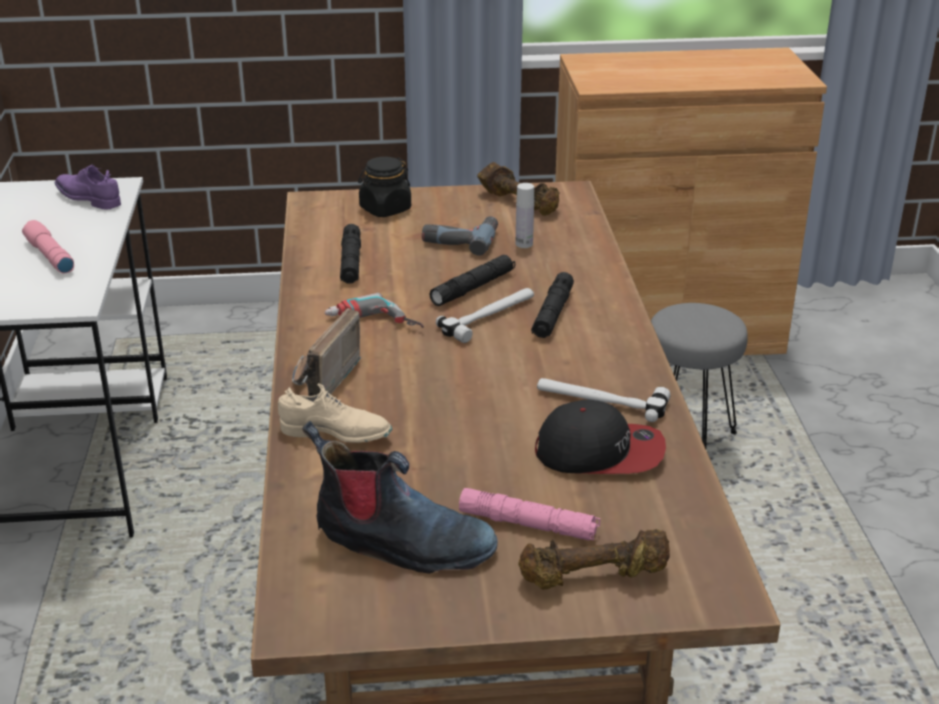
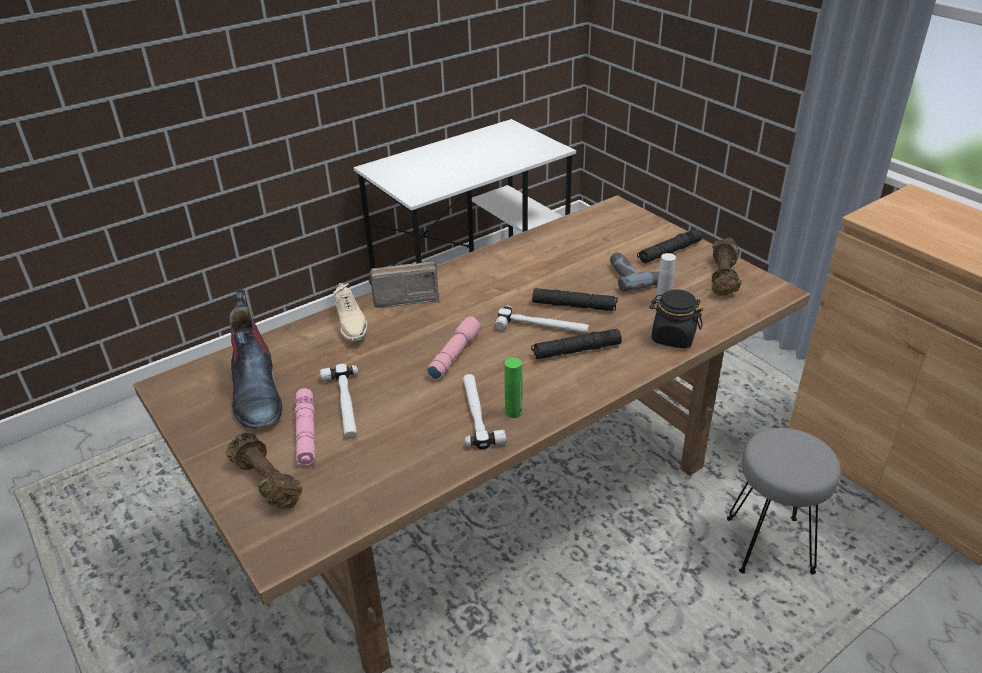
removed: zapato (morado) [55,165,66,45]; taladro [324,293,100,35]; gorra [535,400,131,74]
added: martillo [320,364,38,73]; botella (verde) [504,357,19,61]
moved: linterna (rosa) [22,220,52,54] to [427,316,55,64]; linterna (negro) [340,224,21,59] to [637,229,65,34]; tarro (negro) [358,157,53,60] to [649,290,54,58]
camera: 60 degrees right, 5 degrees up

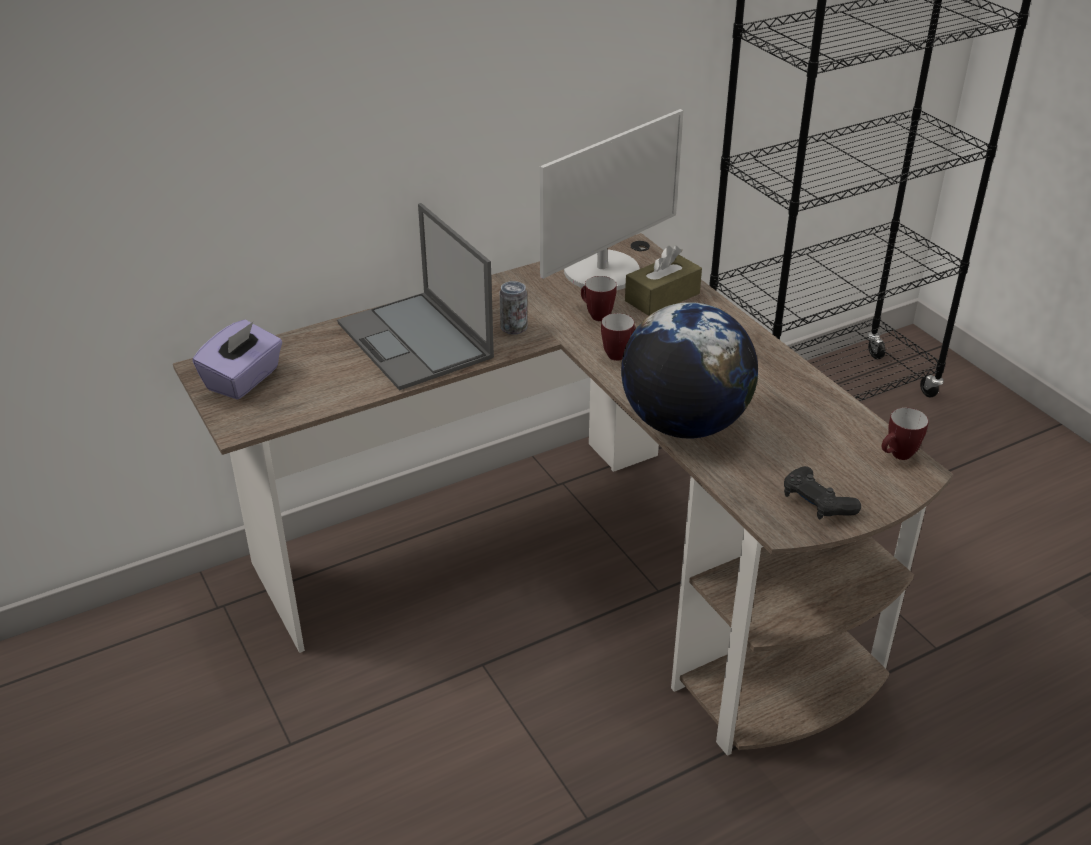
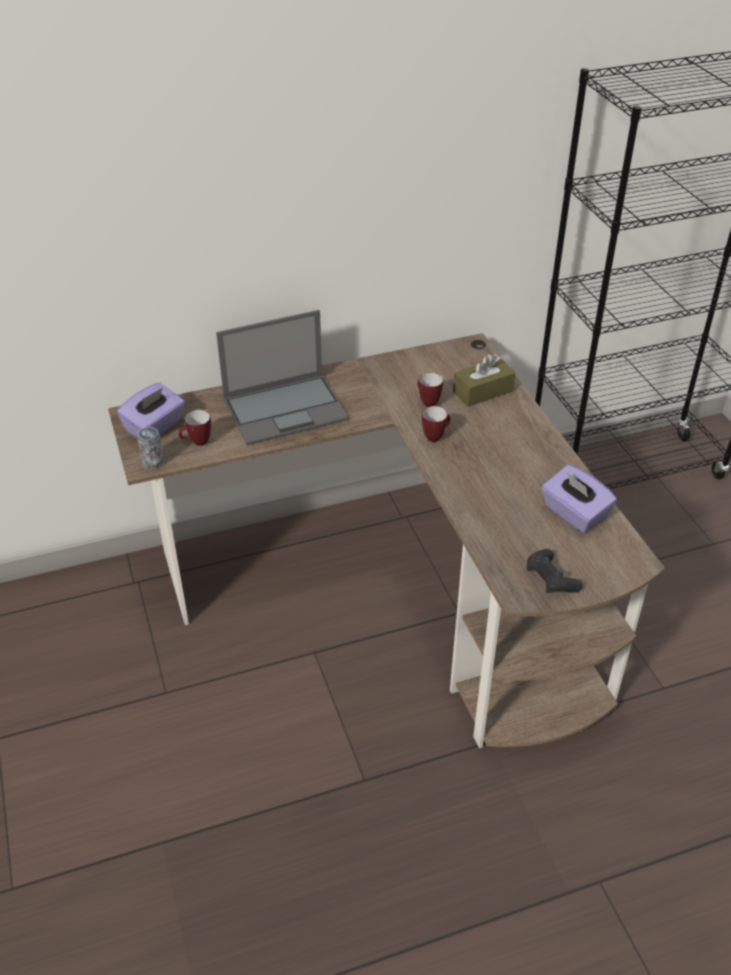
removed: monitor [540,109,144,181]; globo terráqueo [621,302,137,137]
added: caja de pañuelos (morado) [541,465,76,68]
moved: lata [500,281,27,54] to [137,427,27,42]; taza grande [882,408,47,52] to [179,410,32,36]
turned: portátil [337,203,157,188] = [216,310,133,136] 90 degrees counterclockwise
camera: 10 degrees right, 5 degrees up

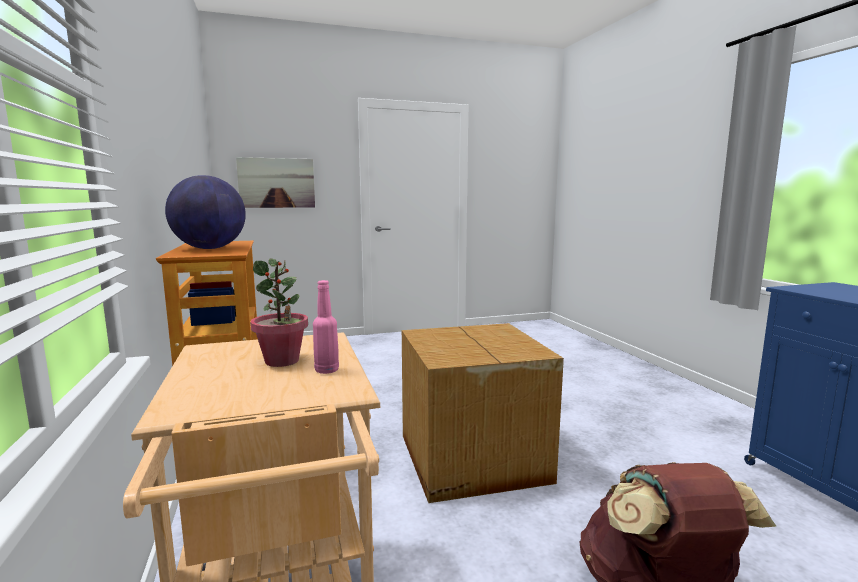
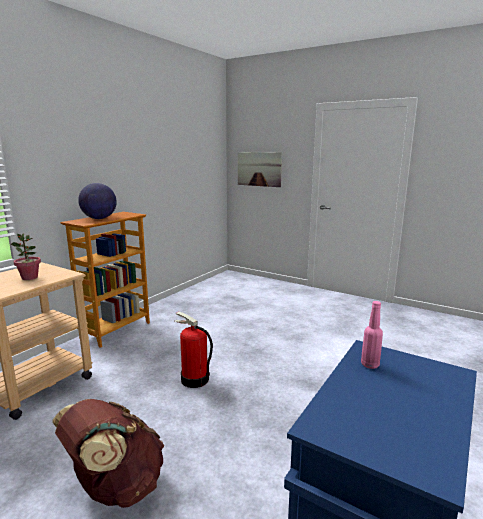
moved: botella (rosa) [313,280,26,94] to [361,301,22,68]
replaced: caja de cartón [402,323,162,180] to extintor [175,312,38,76]
camera: 50 degrees right, 5 degrees up

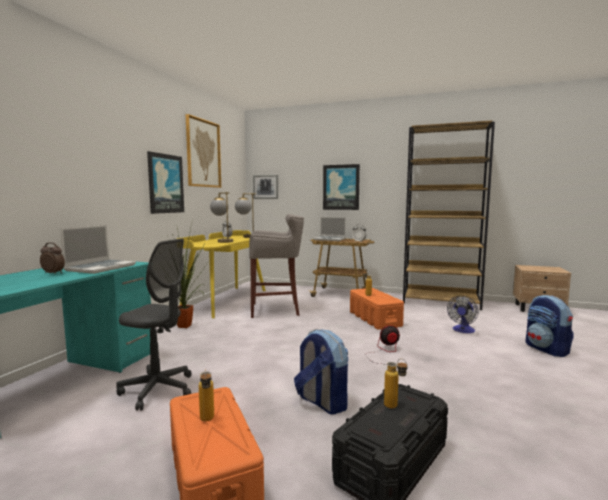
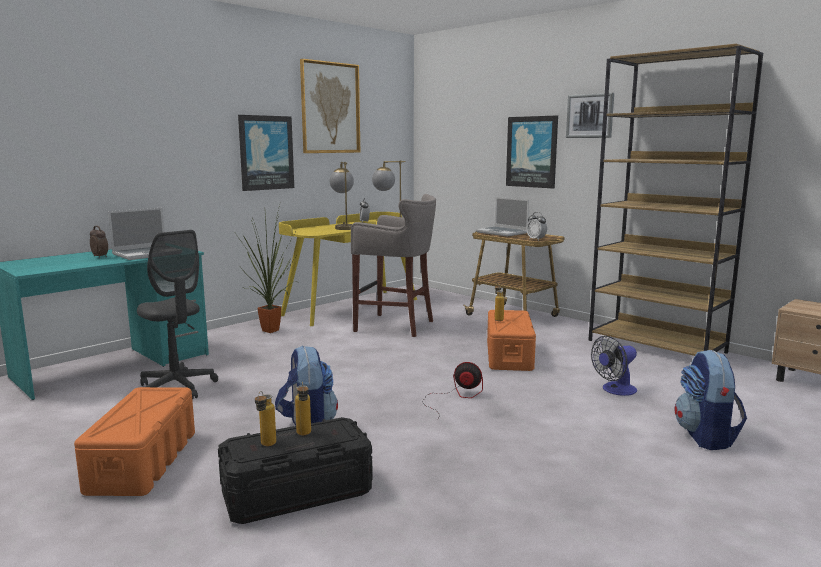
moved: botella [199,369,15,52] to [255,391,21,55]; cuadro [253,175,25,24] to [566,93,48,45]
camera: 25 degrees right, 5 degrees up

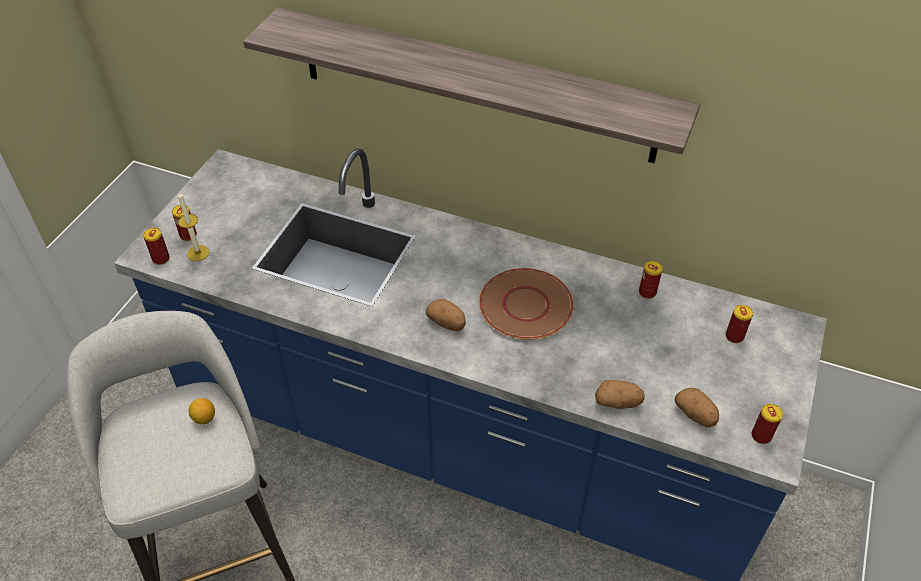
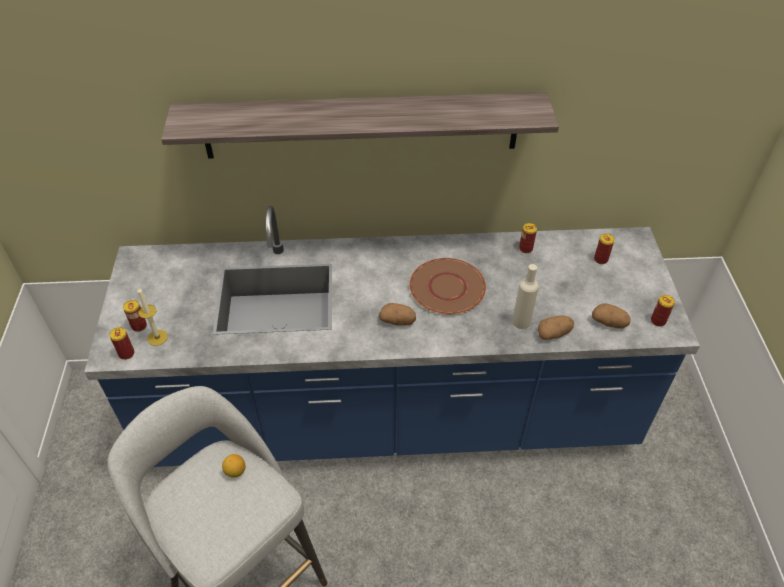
added: botella (beis) [512,264,27,65]
camera: 25 degrees left, 0 degrees up

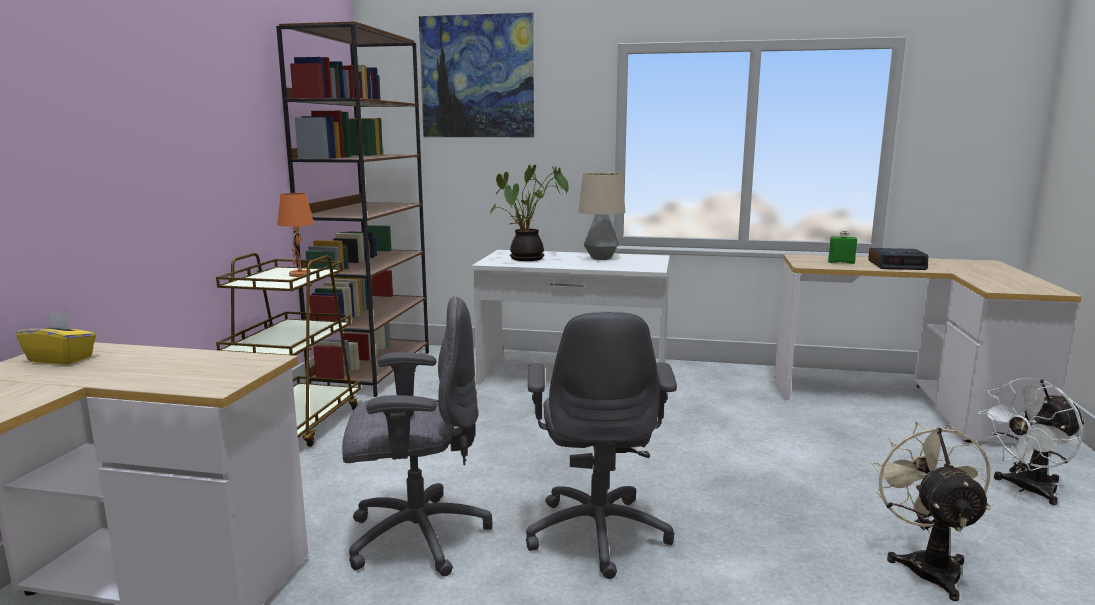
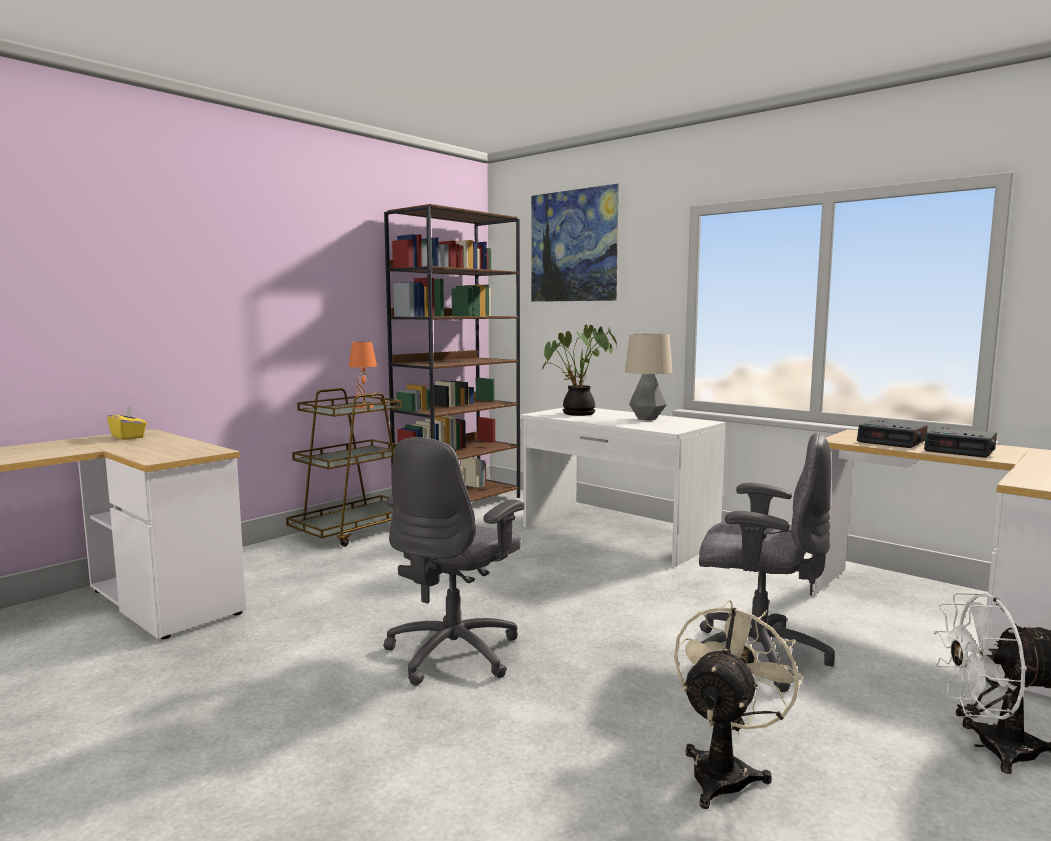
moved: silla de oficina (gris) [342,296,151,281] to [699,433,136,259]
replaced: botella (verde) [828,230,29,34] to despertador [857,420,71,28]
camera: 30 degrees right, 5 degrees down

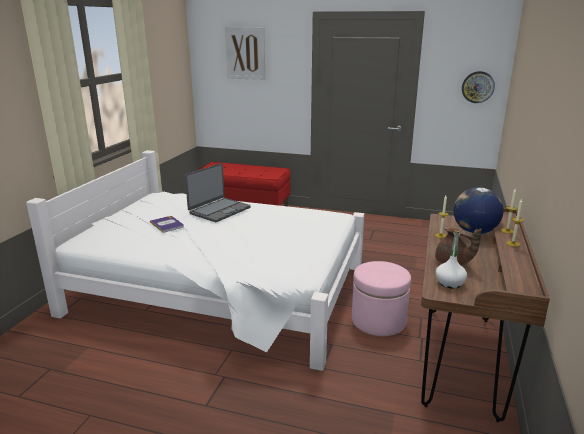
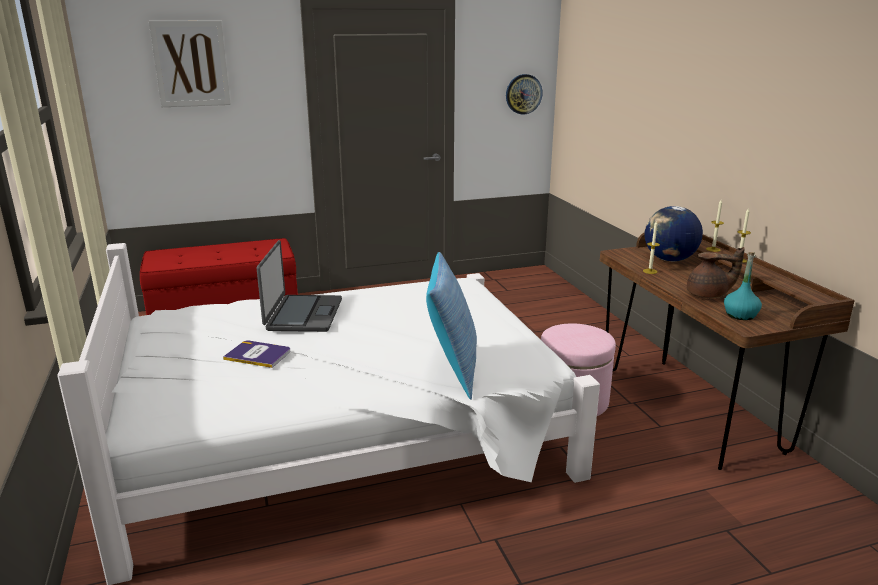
added: cojín [426,252,51,148]
recoloured: botella (blanco) [436,231,31,58] to botella (turquesa) [724,252,38,68]
camera: 35 degrees left, 0 degrees up

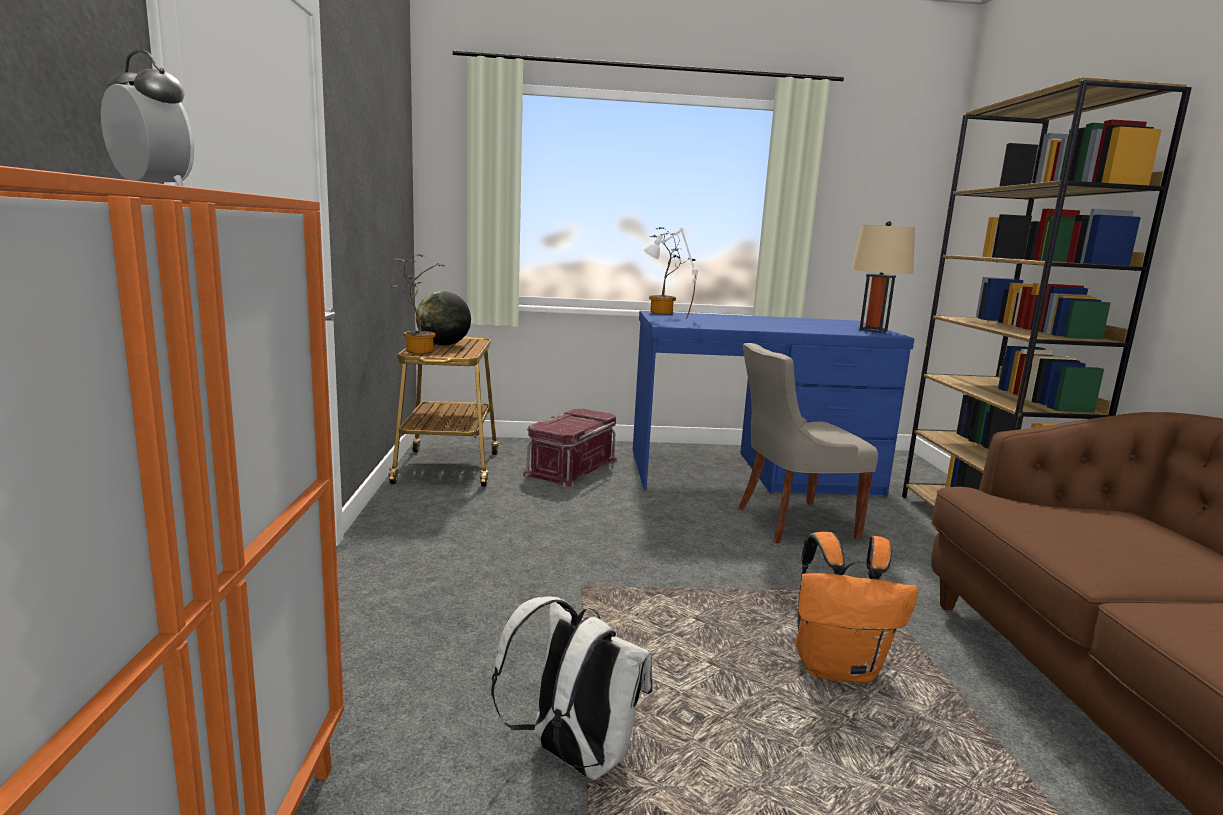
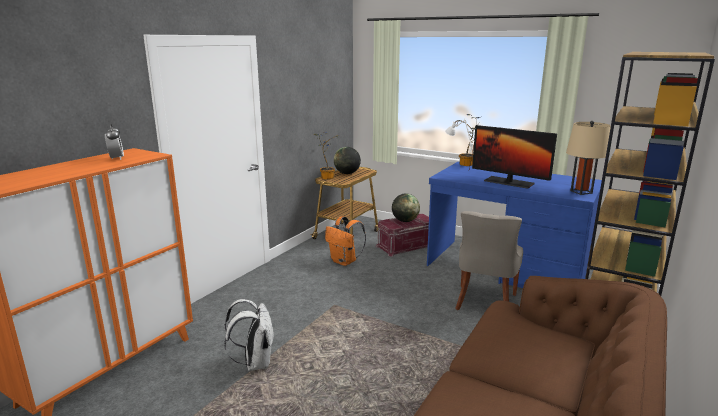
added: globo terráqueo [392,193,28,29]; monitor [472,125,85,64]
moved: mochila (naranja) [796,532,122,151] to [325,216,41,50]
turned: silla (gris) [738,343,140,200] = [455,211,68,99] 90 degrees counterclockwise
camera: 35 degrees right, 5 degrees up

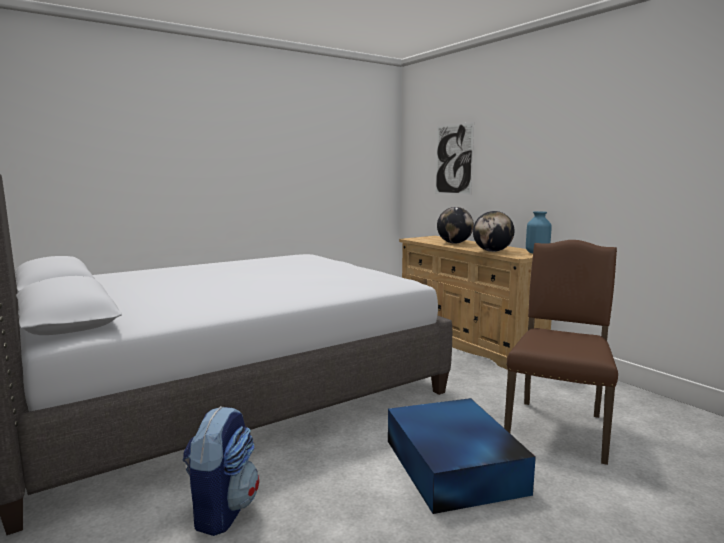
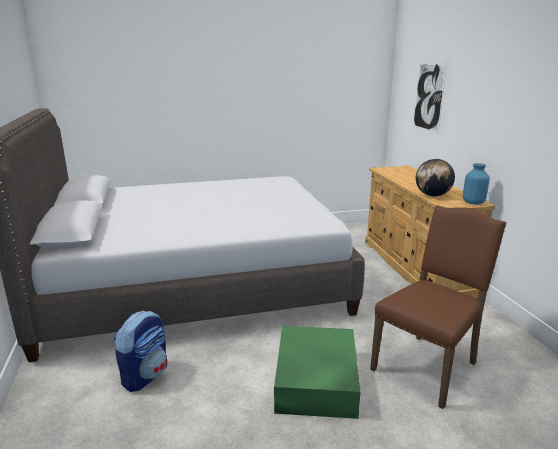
removed: globo terráqueo [437,207,37,37]
recoloured: caja de almacenaje (azul) [388,398,148,116] to caja de almacenaje (verde) [274,326,87,93]
camera: 20 degrees right, 10 degrees up

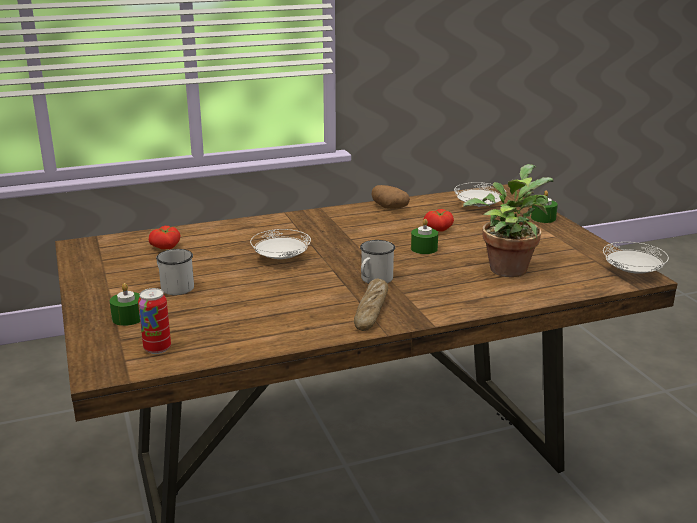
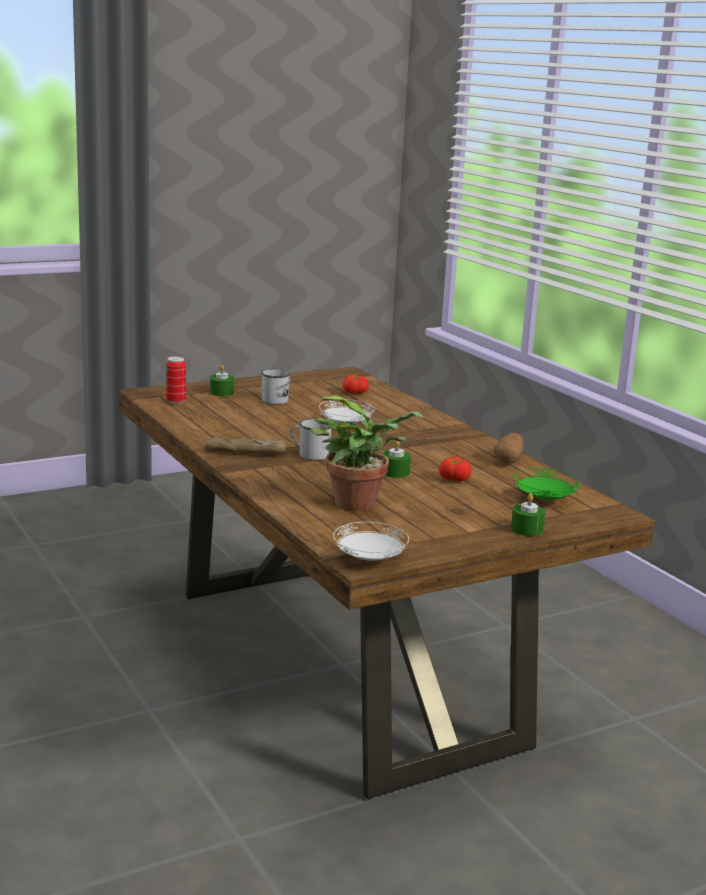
recoloured: plato (blanco) [454,182,52,25] to plato (verde) [514,468,66,32]
camera: 80 degrees right, 5 degrees down

